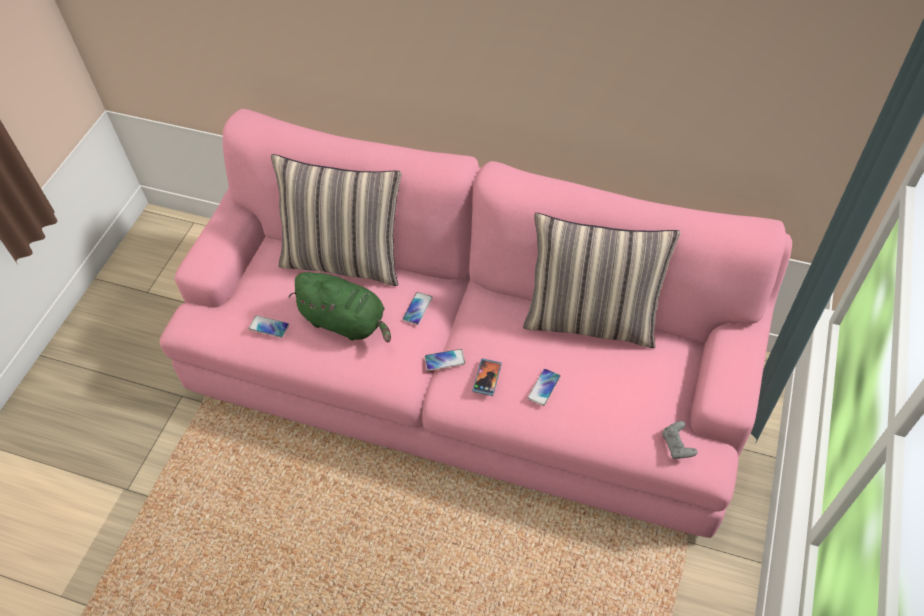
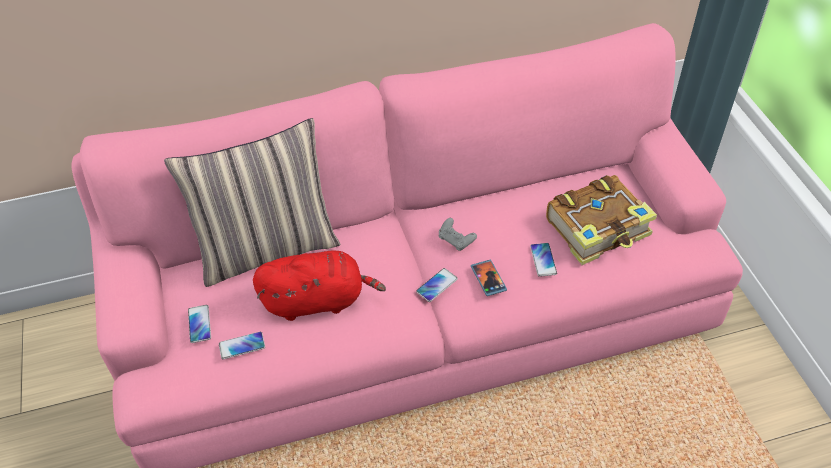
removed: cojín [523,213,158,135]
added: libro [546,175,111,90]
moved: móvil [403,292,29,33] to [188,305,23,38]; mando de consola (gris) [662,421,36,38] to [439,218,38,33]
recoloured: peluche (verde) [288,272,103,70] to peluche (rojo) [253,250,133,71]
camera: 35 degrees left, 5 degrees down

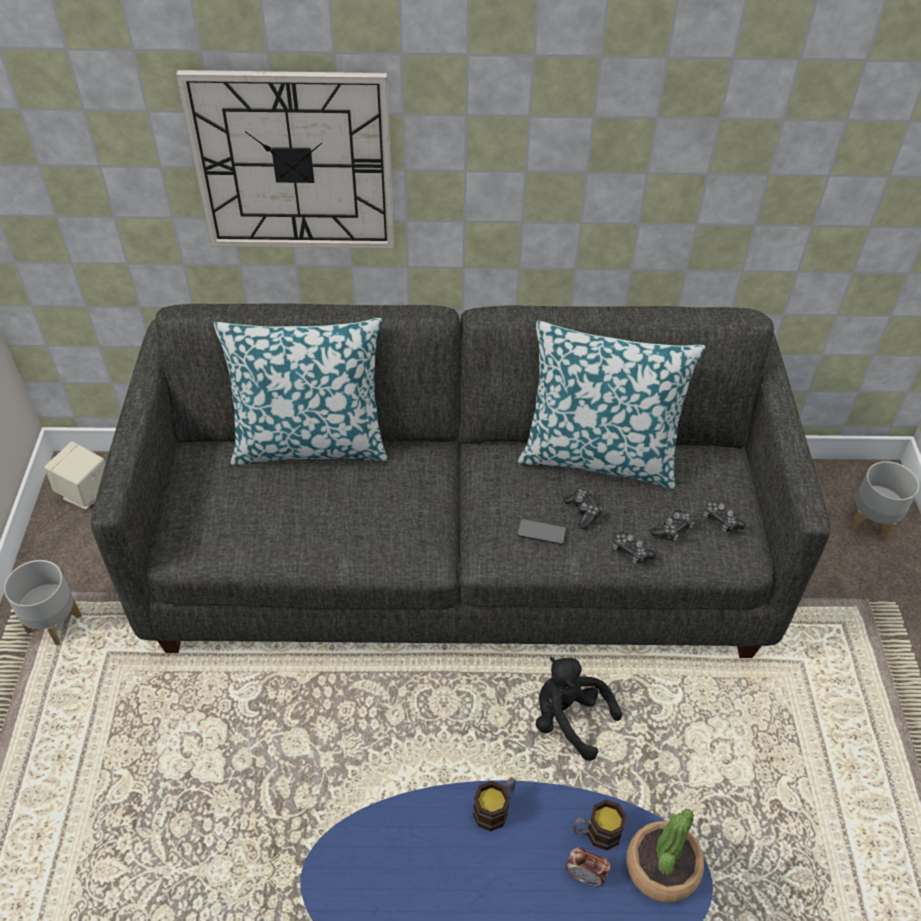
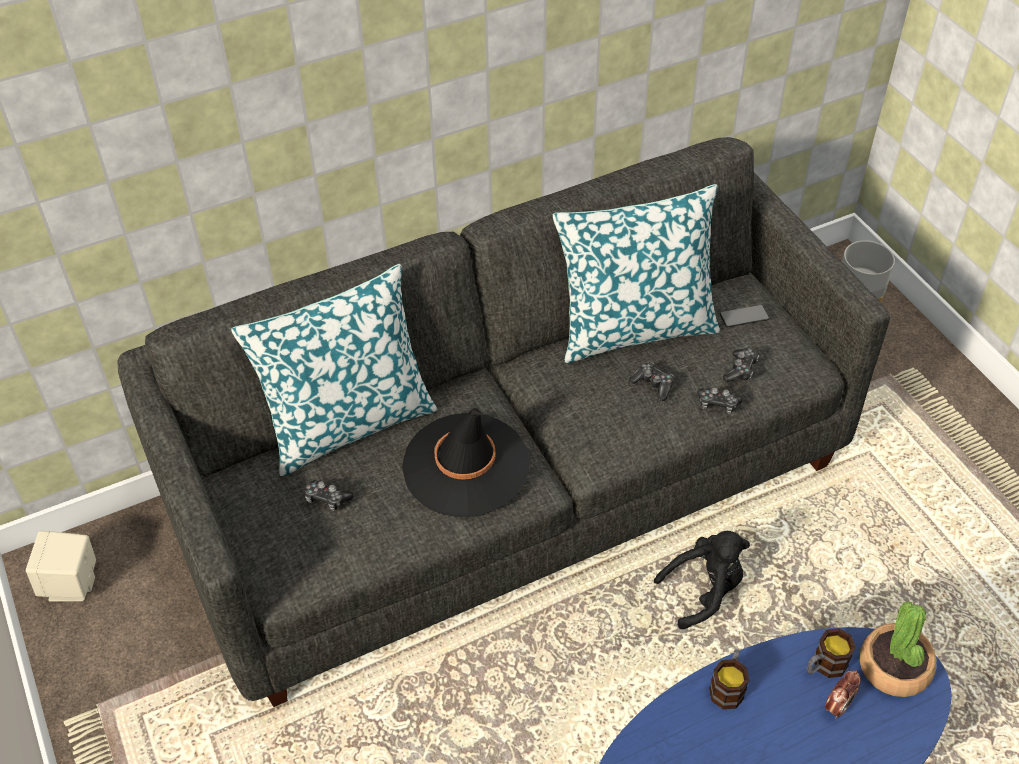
removed: maceta (gris) [4,560,78,85]; reloj de pared [176,70,218,179]
added: sombrero (negro) [402,408,127,109]
moved: mando de consola [704,501,42,32] to [305,480,48,31]; móvil [517,519,50,26] to [720,305,49,22]
turned: peluche (negro) [536,657,86,104] = [654,531,96,98] 150 degrees clockwise; despertador [566,847,45,39] = [825,670,36,49] 45 degrees counterclockwise
camera: 25 degrees left, 0 degrees up

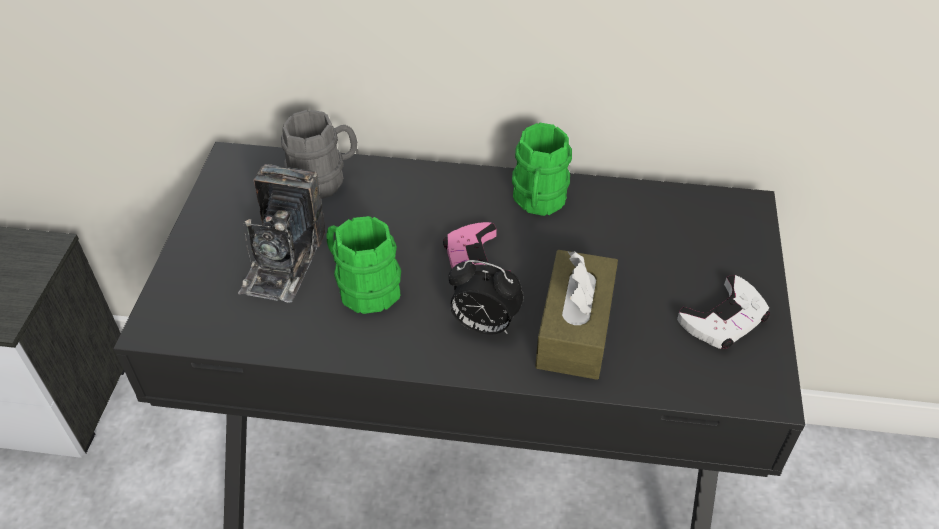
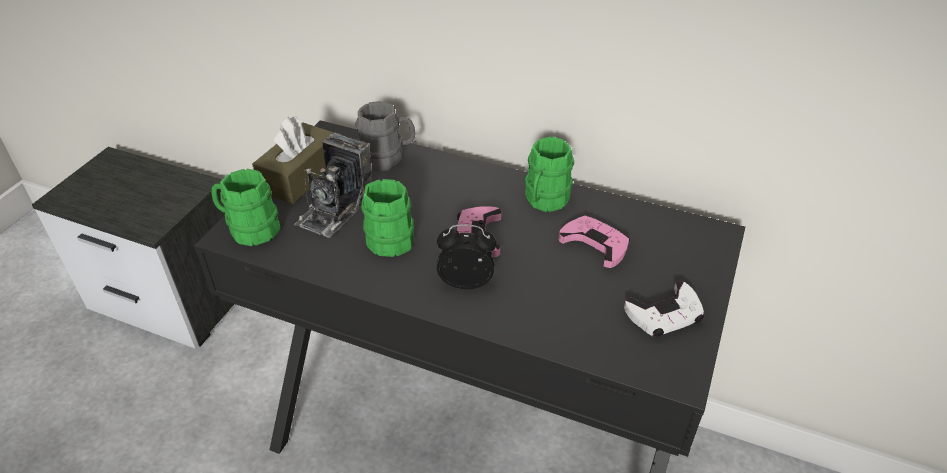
added: taza grande (verde) [212,169,68,77]; mando de consola (rosa) [558,216,72,52]
moved: caja de pañuelos (marrón) [535,250,83,130] to [252,116,82,88]
turned: despertador [448,260,76,75] = [437,224,59,65] 150 degrees clockwise
camera: 15 degrees right, 5 degrees down

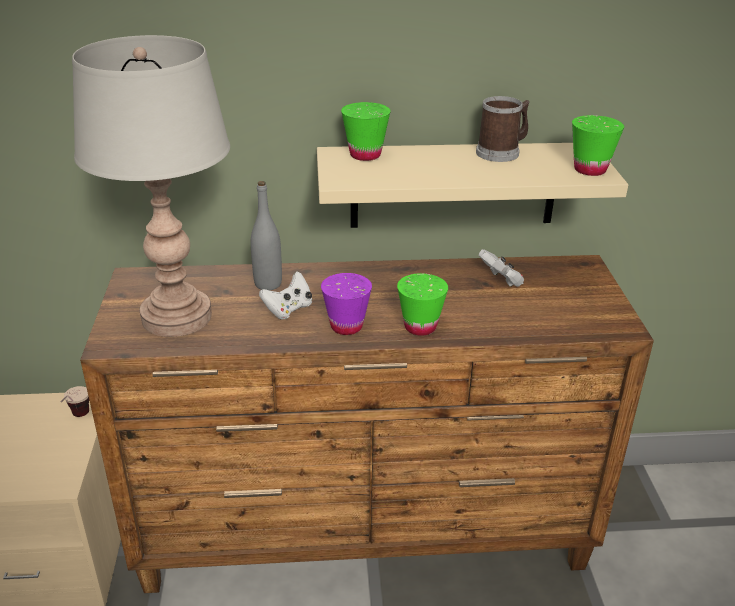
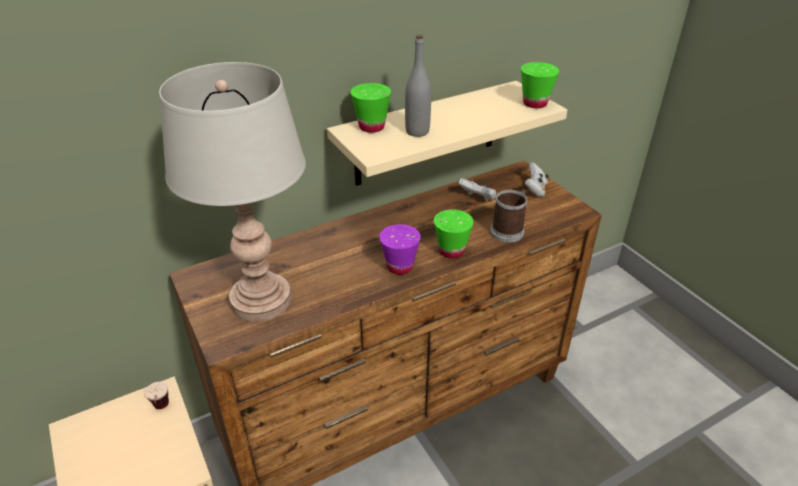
moved: botella (gris) [251,181,31,109] to [405,35,26,102]; taza grande [476,96,54,66] to [490,189,37,53]; mando de consola (blanco) [259,271,53,49] to [525,162,24,35]
camera: 25 degrees left, 5 degrees up

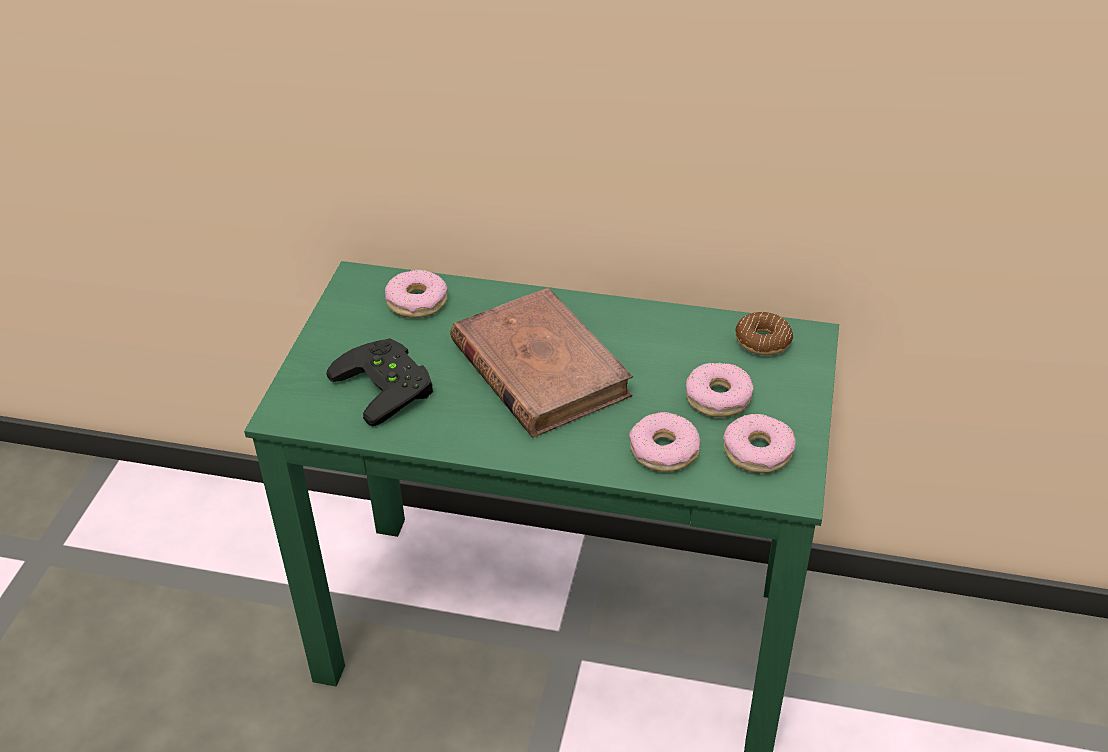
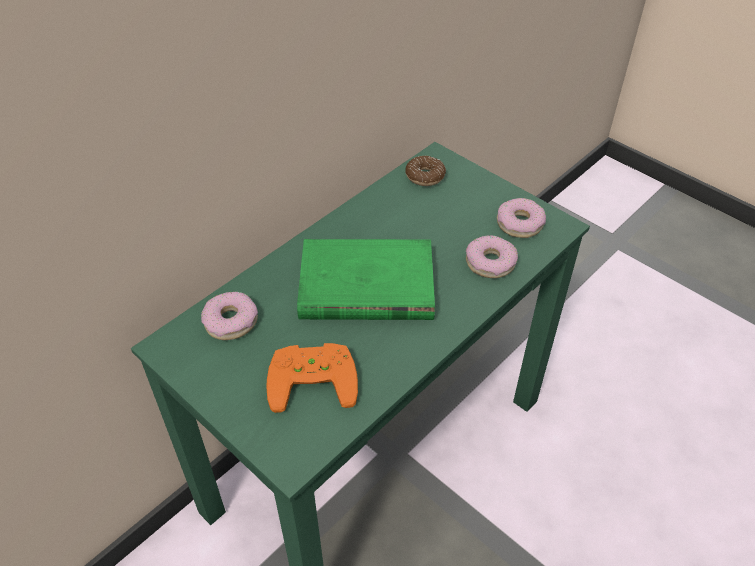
removed: rosquilla [686,363,67,54]
recoloured: mando de consola (negro) [326,338,107,89] to mando de consola (naranja) [267,343,91,70]; libro (marrón) [451,288,182,150] to libro (verde) [297,239,138,81]
camera: 60 degrees left, 5 degrees up

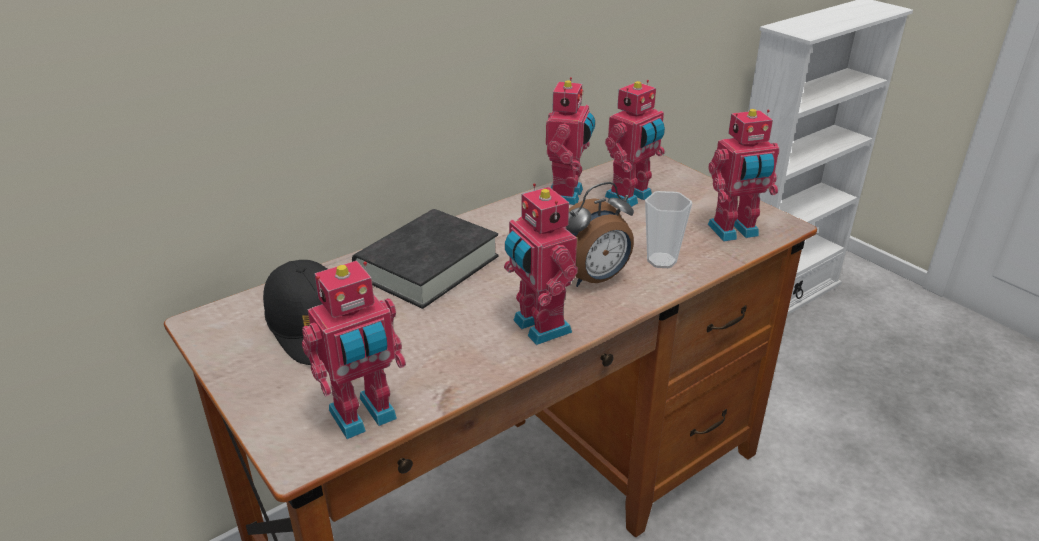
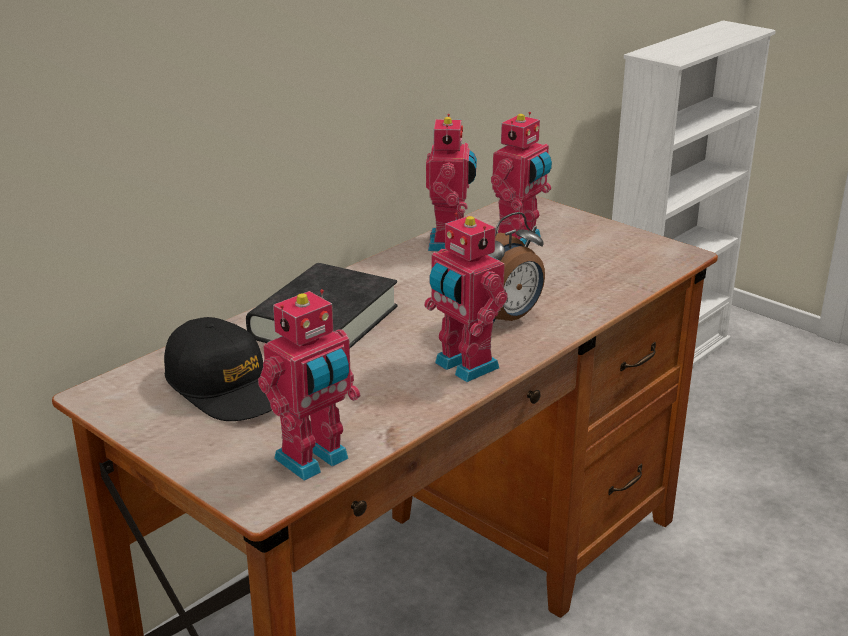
removed: taza [645,191,47,77]; robot de juguete [708,109,71,132]
camera: 10 degrees left, 5 degrees down

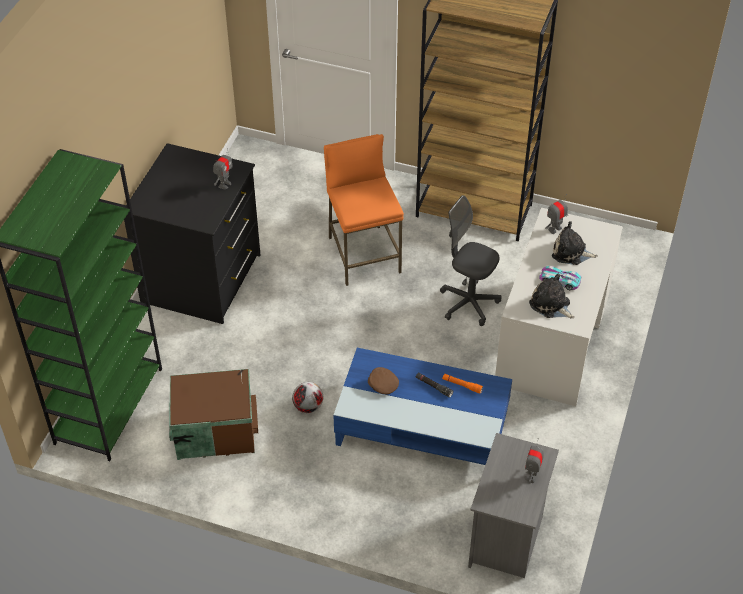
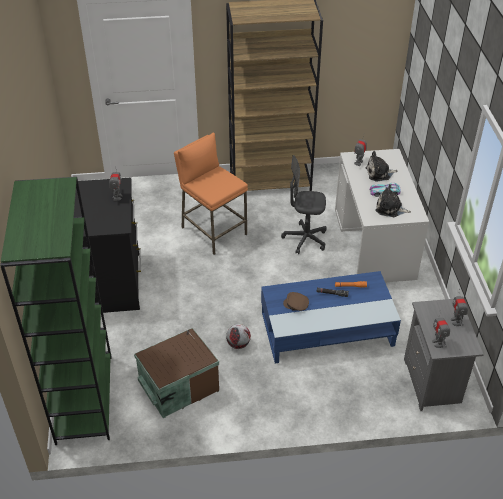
added: robot de juguete [432,315,18,33]
camera: 25 degrees left, 5 degrees down

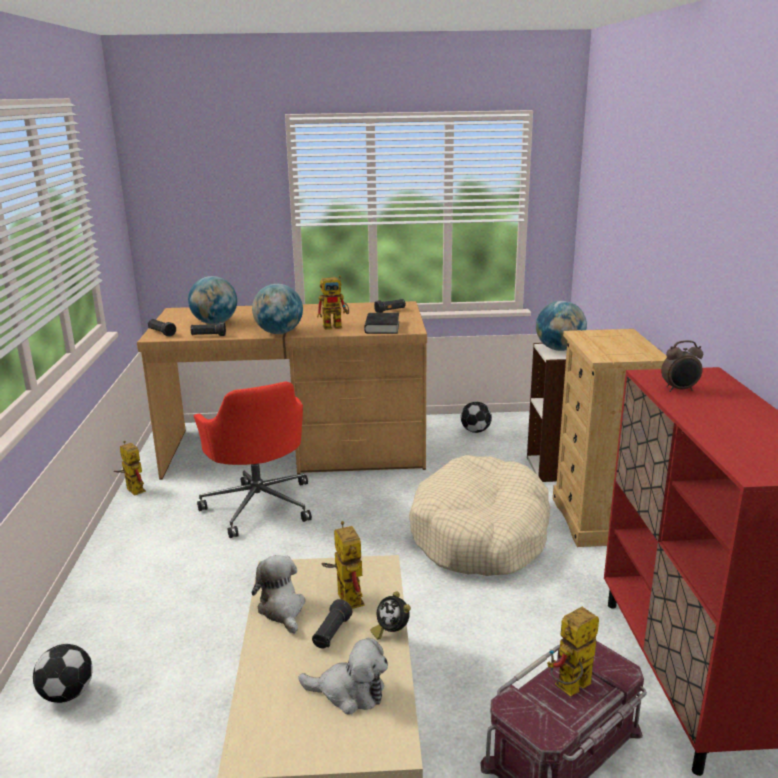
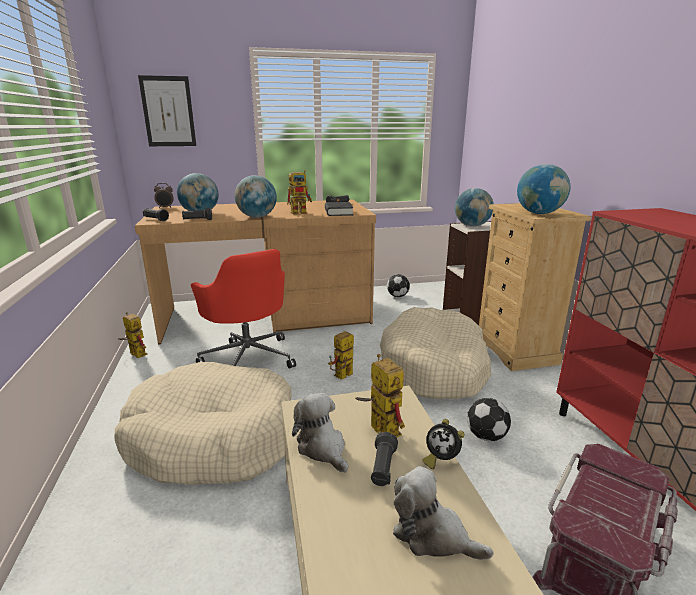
added: cama para perro (beis) [114,362,178,123]; cuadro [138,75,58,71]; globo terráqueo [517,164,53,50]
moved: despertador [661,340,42,52] to [154,183,20,25]; robot de juguete [547,607,52,89] to [328,331,26,49]; balón de fútbol [33,644,60,59] to [467,398,44,43]
turned: peluche [298,638,90,77] = [393,466,100,94] 150 degrees counterclockwise
camera: 10 degrees left, 0 degrees up

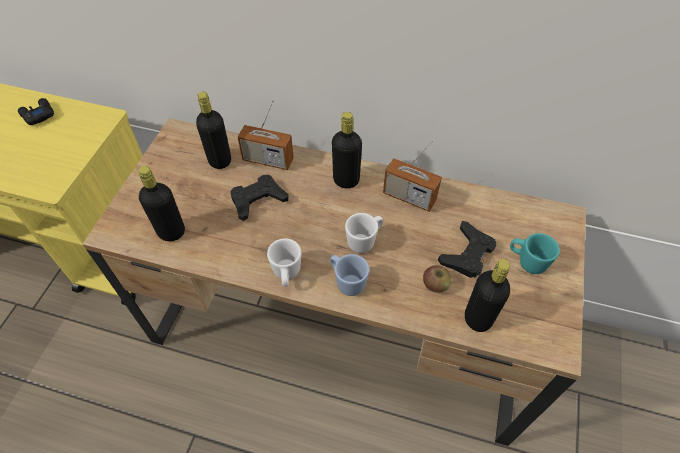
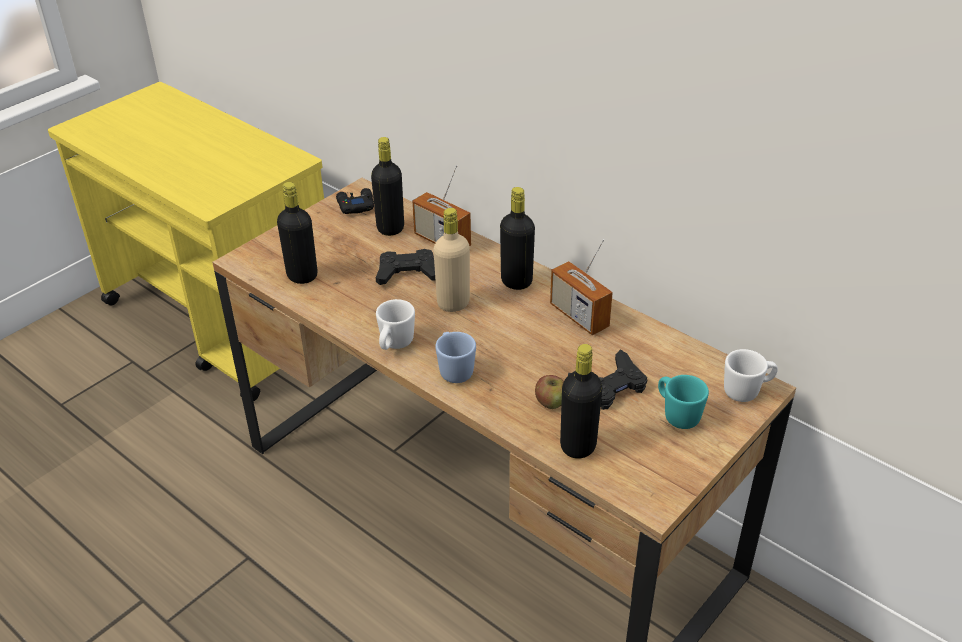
added: botella (beis) [433,208,37,104]
moved: mando de consola (negro) [18,98,36,27] to [336,188,38,26]; taza grande (blanco) [345,213,38,40] to [724,349,54,53]
camera: 25 degrees right, 15 degrees down

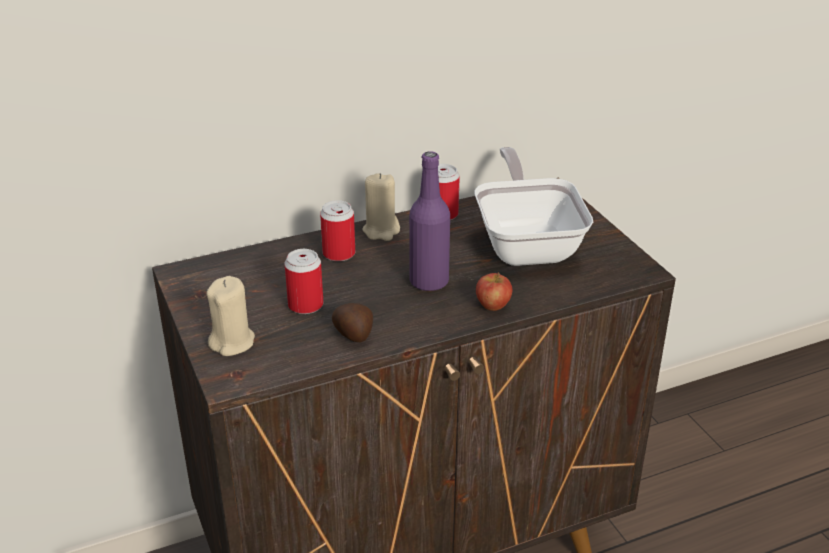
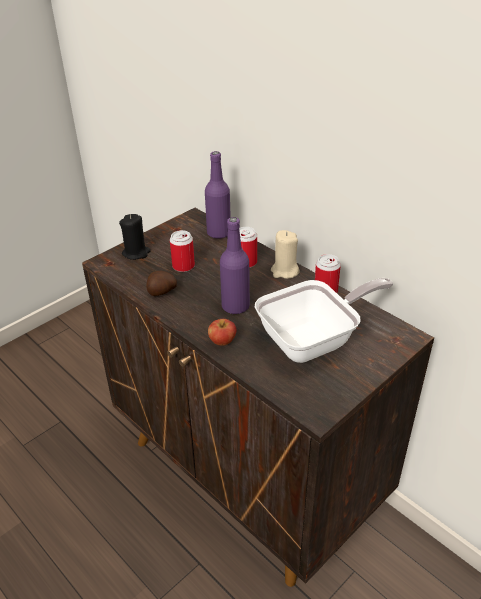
added: botella (morado) [205,151,26,88]
recoloured: vela (beis) [207,276,48,80] to vela (negro) [119,214,32,46]
camera: 70 degrees right, 5 degrees up

